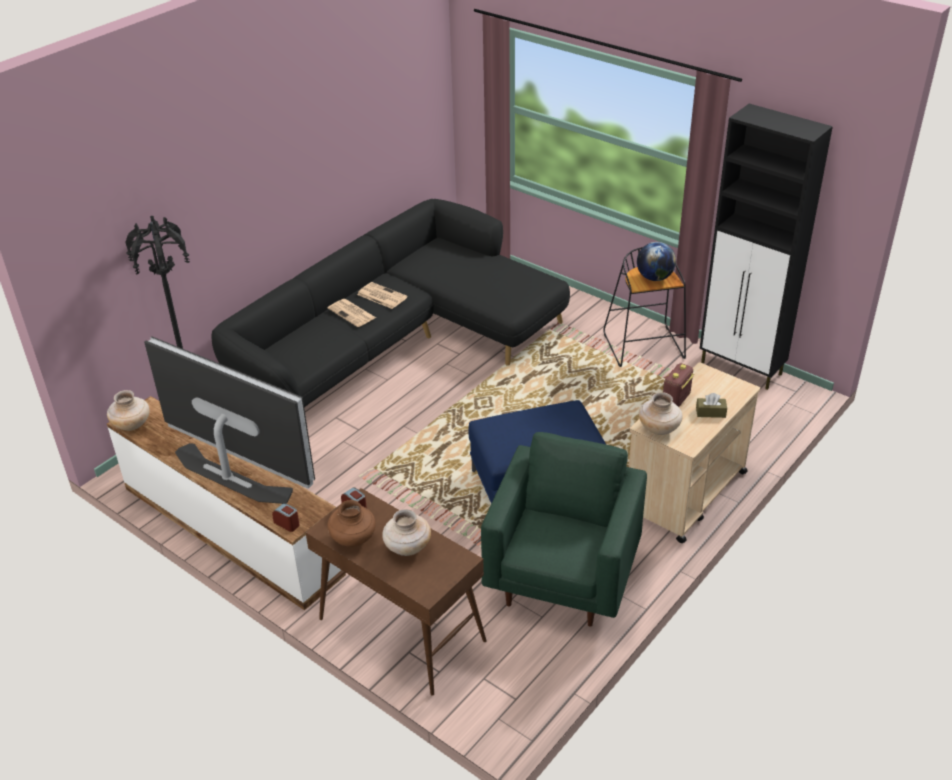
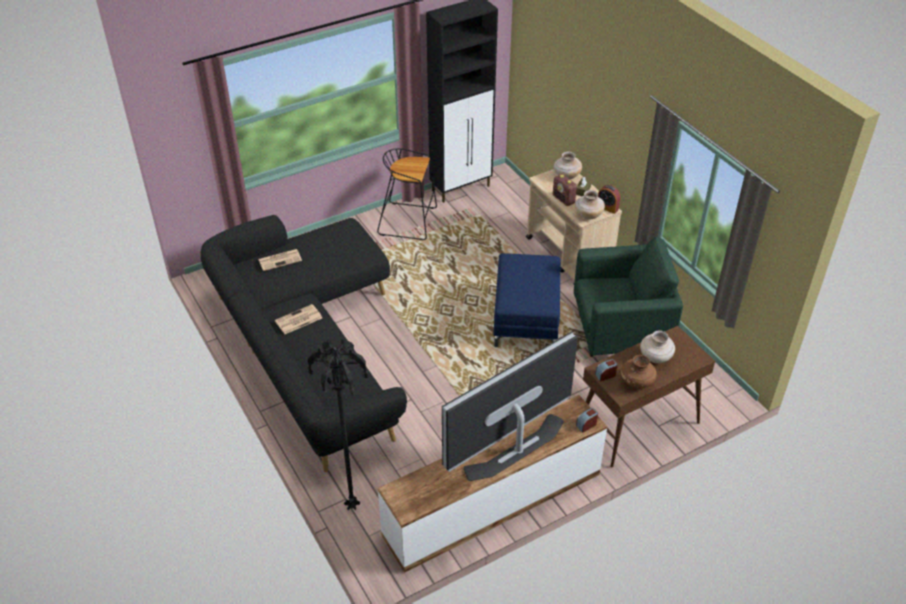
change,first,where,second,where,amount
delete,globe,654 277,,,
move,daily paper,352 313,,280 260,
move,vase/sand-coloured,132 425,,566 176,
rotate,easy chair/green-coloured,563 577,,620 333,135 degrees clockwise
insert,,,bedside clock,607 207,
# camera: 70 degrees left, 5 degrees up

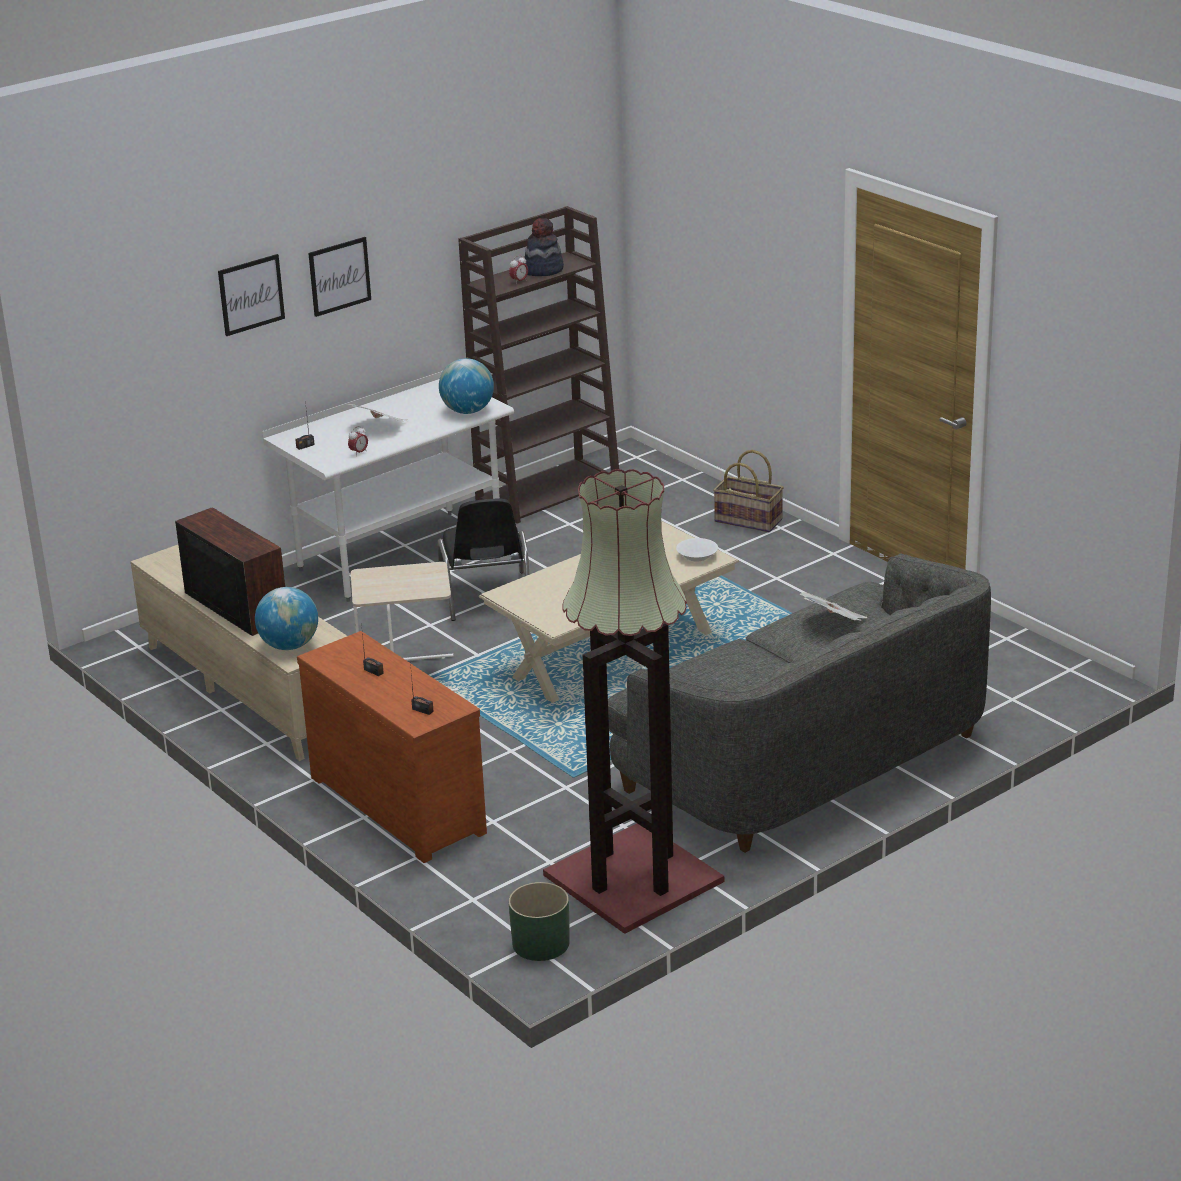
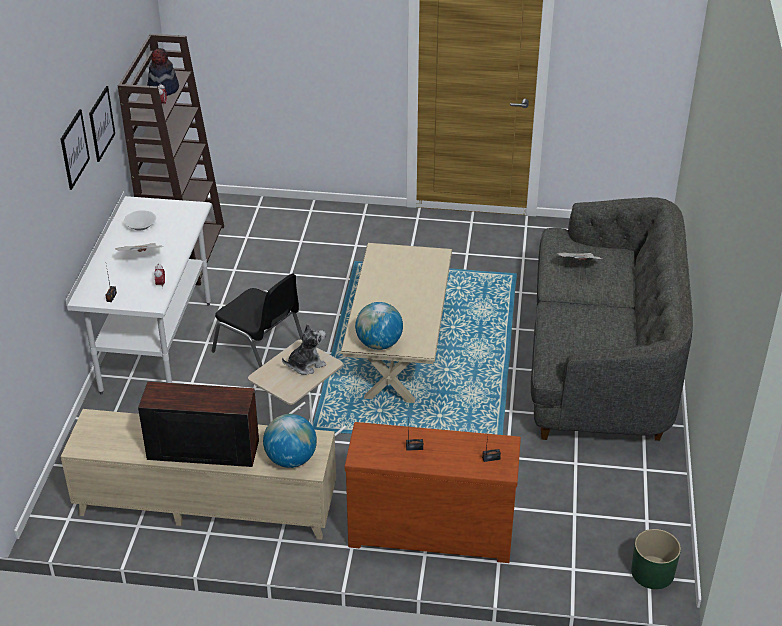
change,first,where,second,where,amount
move,picture,251 294,,101 123,
move,globe,467 411,,379 344,
delete,basket,749 520,,,
delete,standard lamp,633 880,,,
move,serving bowl/white,697 556,,140 225,
insert,,,cuddly toy,306 365,
# camera: 45 degrees left, 10 degrees up

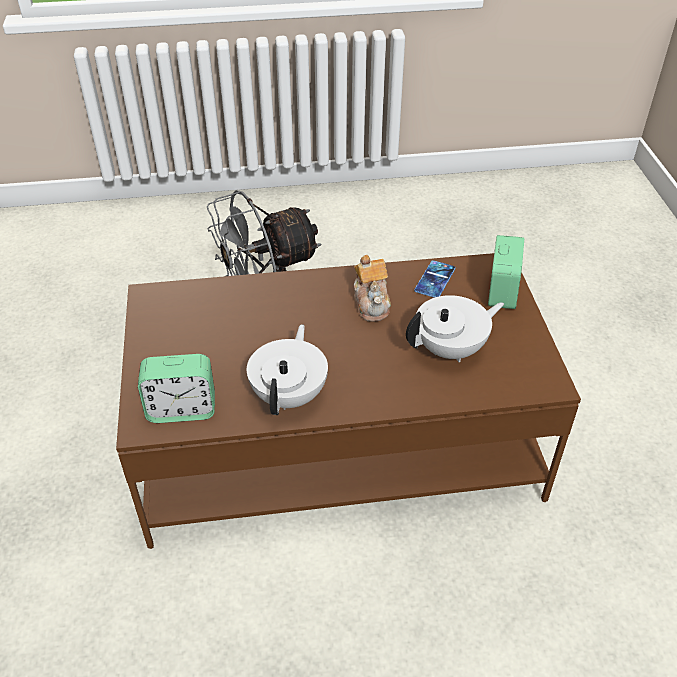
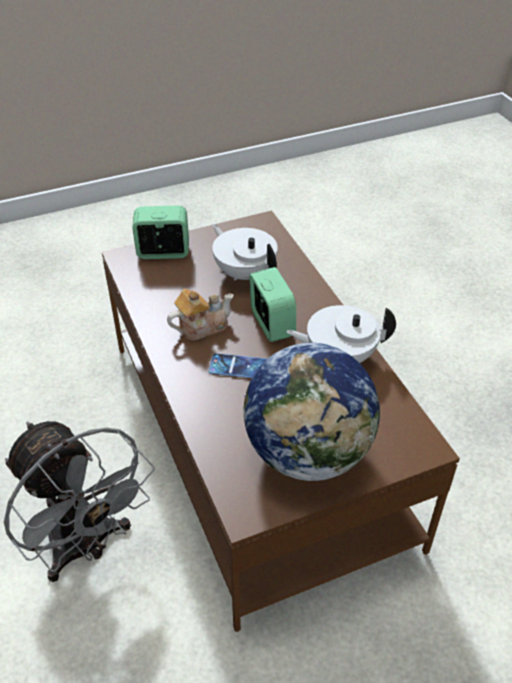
change,first,where,second,where,amount
move,phone,435 279,,238 367,
move,bedside clock,182 409,,272 324,
insert,,,globe,309 452,
# camera: 105 degrees left, 0 degrees up

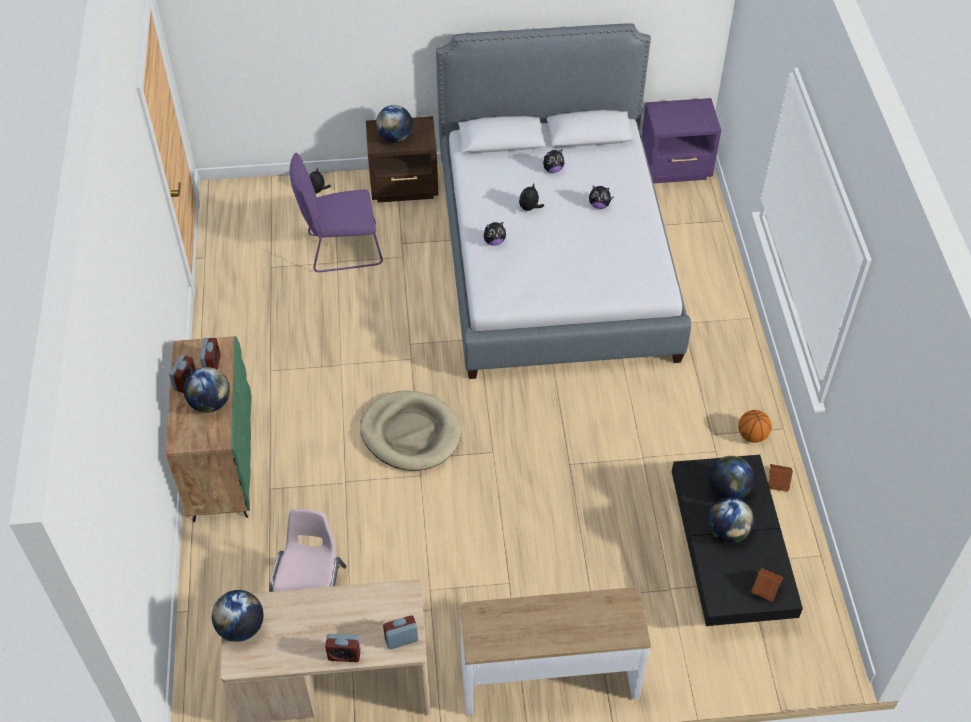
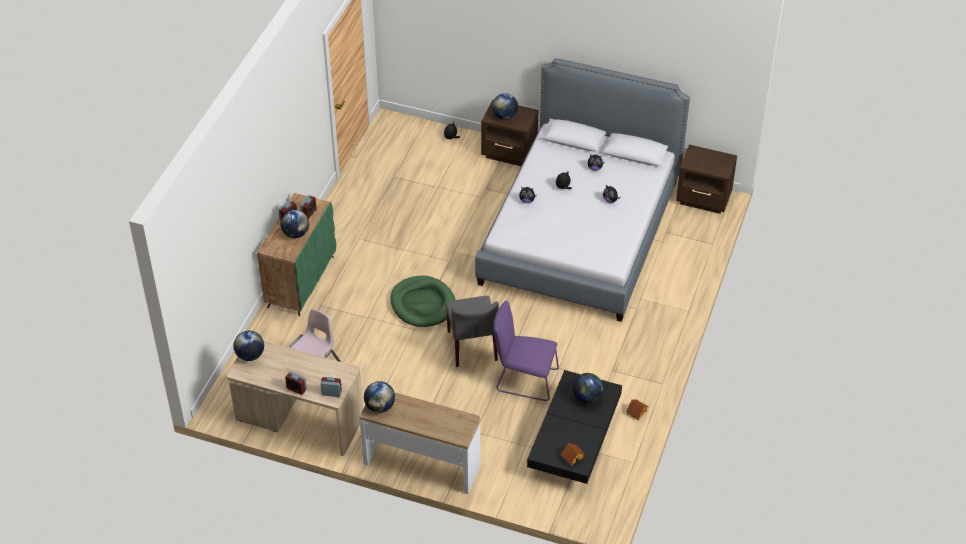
change,first,where,second,where,amount
recolor,nightstand/purple,676 168,nightstand/brown-coloured,704 199,
move,plain chair/purple,341 250,,524 380,
recolor,pet bed/sand-coloured,411 433,pet bed/green-coloured,423 304,
delete,ball for basketball,752 435,,,
move,globe,727 531,,380 406,
insert,,,plain chair/greyish,472 346,
# camera: 25 degrees right, 5 degrees down

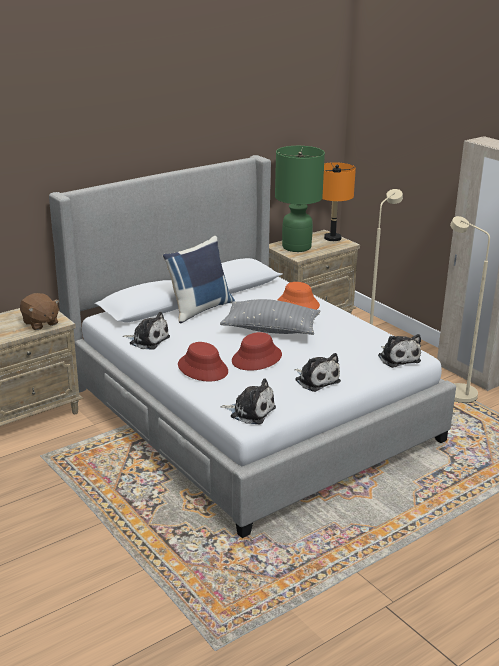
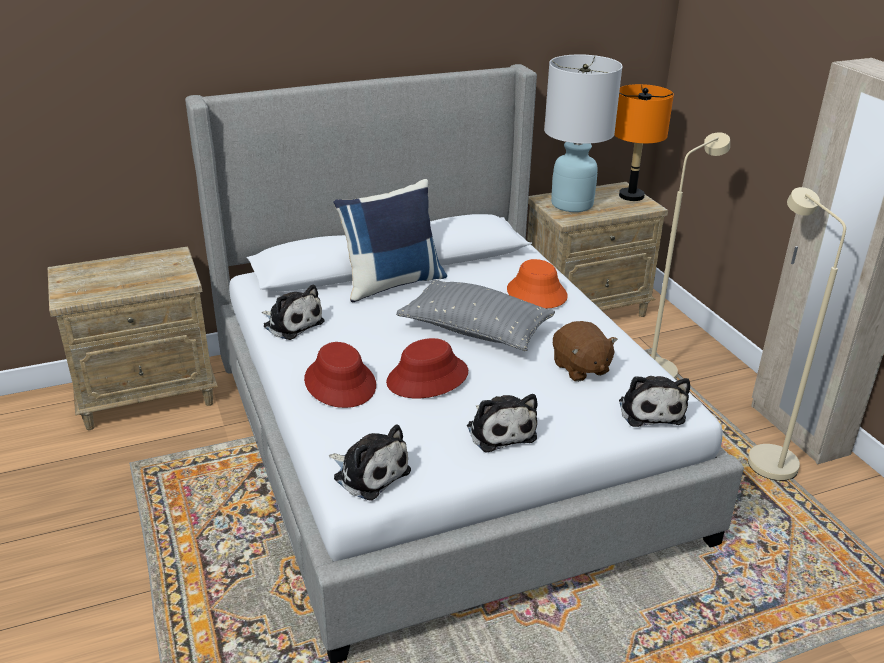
change,first,where,second,where,amount
recolor,table lamp/green-coloured,296 247,table lamp/white,572 204,
move,cuddly toy/brown-coloured,40 323,,580 368,
# camera: 15 degrees right, 5 degrees up

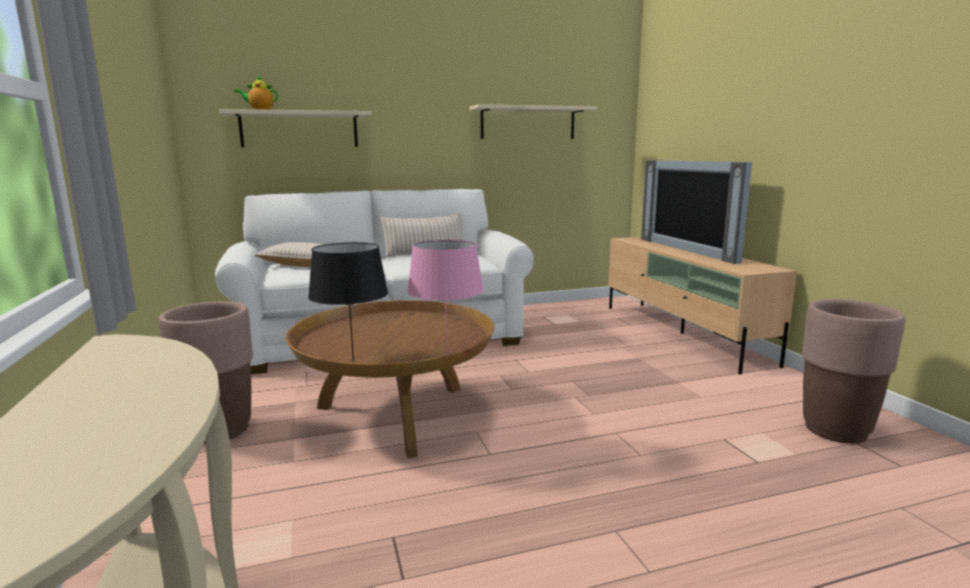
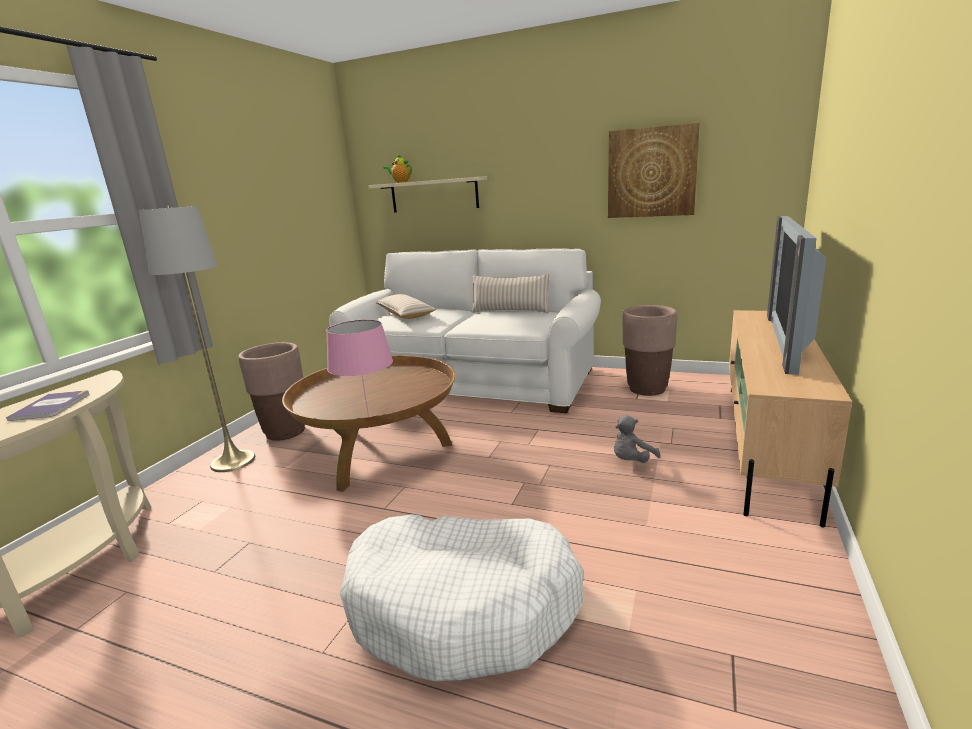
change,first,where,second,where,amount
replace,bracket shelf/sand-coloured,528 123,picture,651 172,
delete,table lamp/blackish,353 361,,,
move,flower pot/brown-coloured,835 430,,647 389,
insert,,,standard lamp/greyish,233 461,
insert,,,bound book,51 406,
insert,,,cuddly toy/greyish,632 461,
insert,,,pet bed/white,464 607,
# camera: 40 degrees right, 5 degrees up

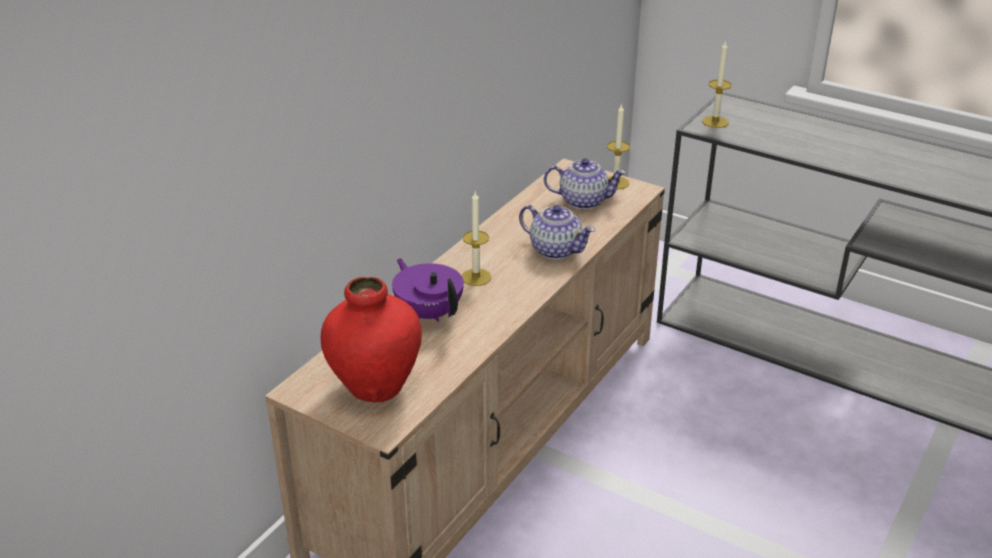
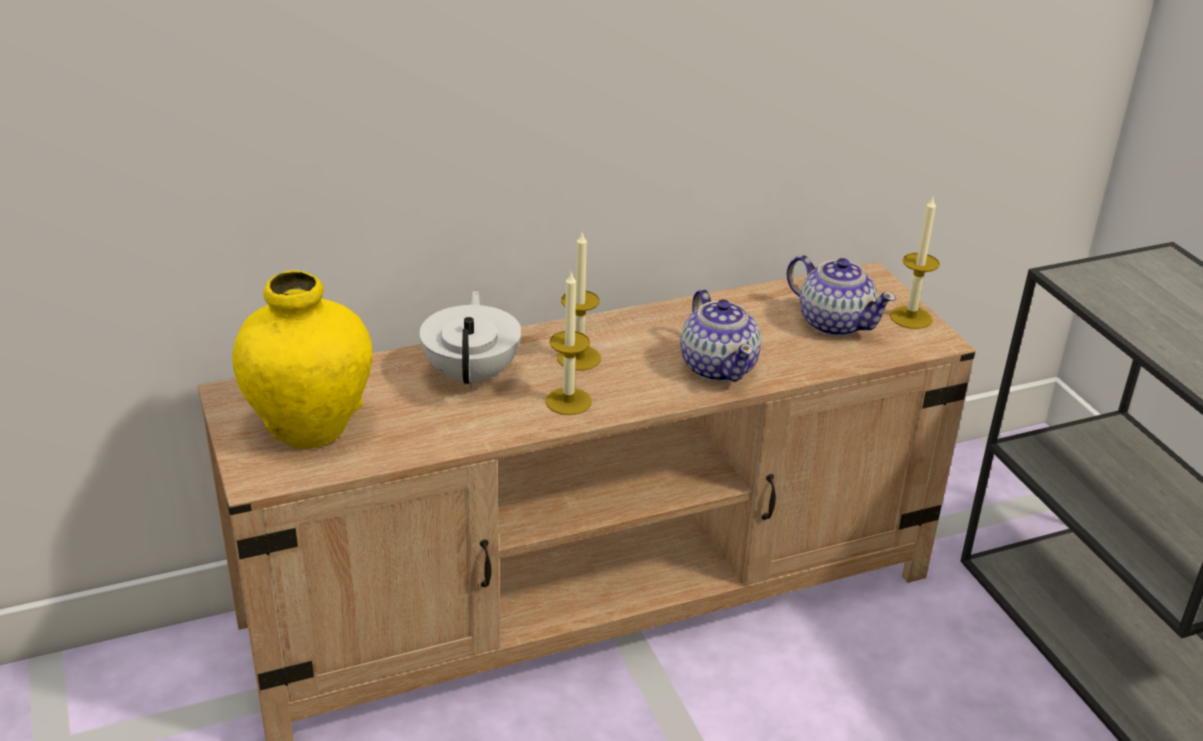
change,first,where,second,where,amount
move,wax light,715 122,,568 401,
recolor,tea pot/purple,429 312,tea pot/white,473 374,
recolor,vase/red,375 386,vase/yellow,311 427,
# camera: 35 degrees right, 0 degrees up

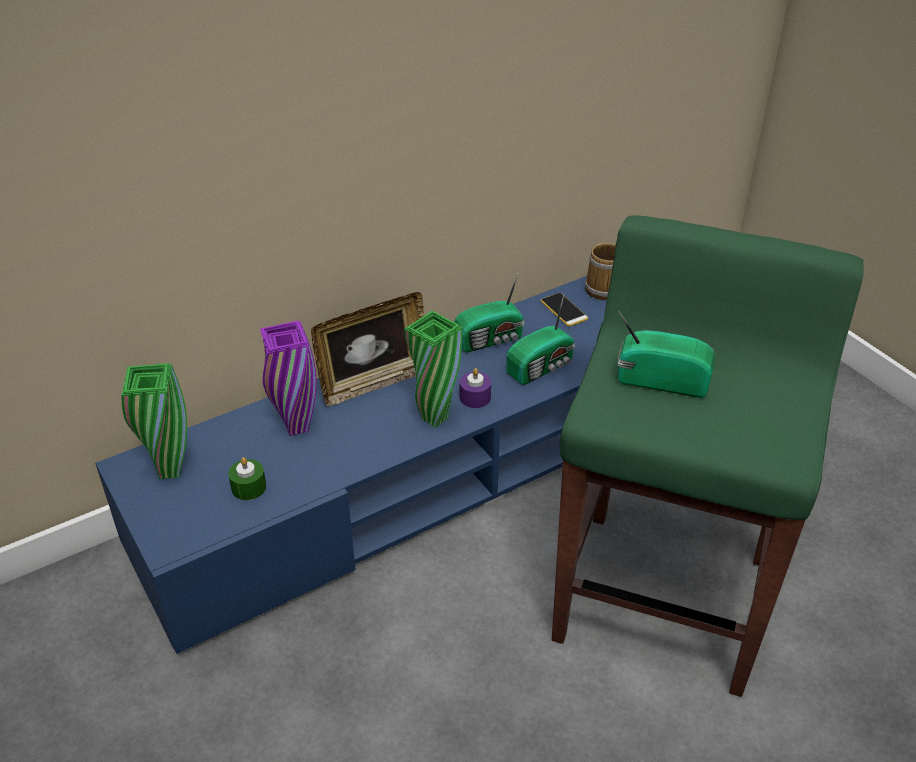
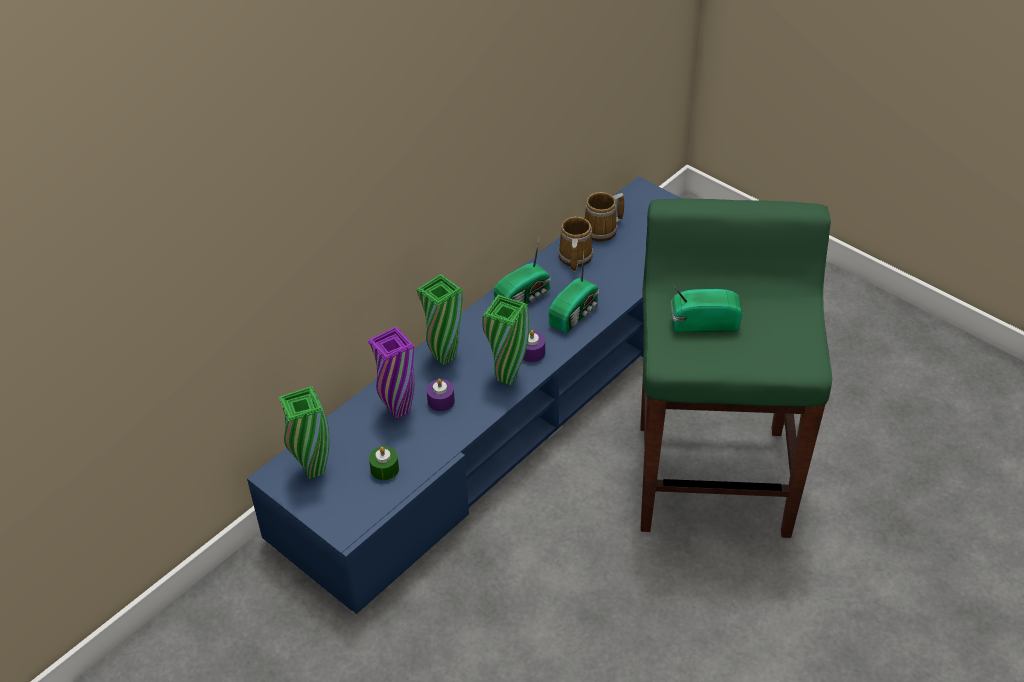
change,first,where,second,where,amount
replace,photo frame,374 382,vase/green-coloured,444 357,
replace,phone,564 310,coffee mug,574 257,
insert,,,wax light/purple,441 401,
# camera: 15 degrees left, 5 degrees up

